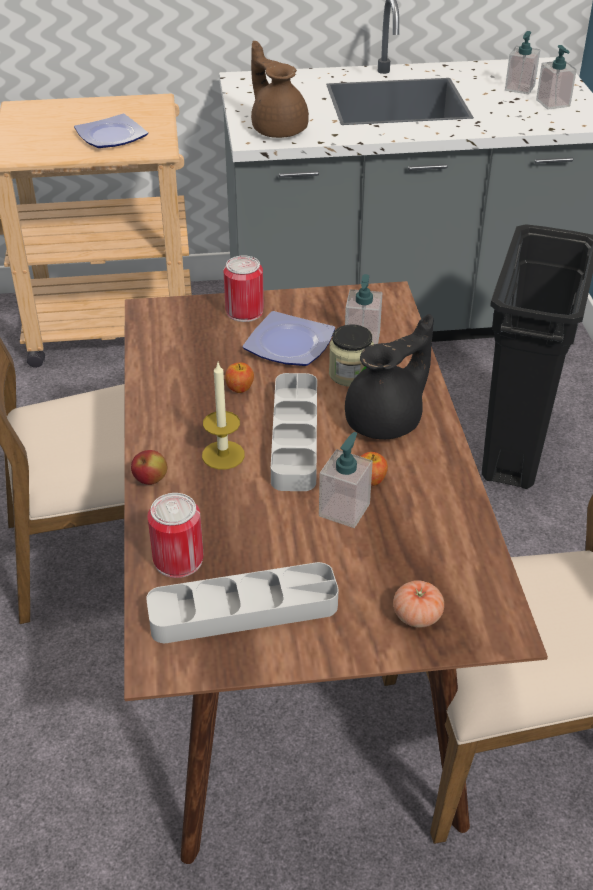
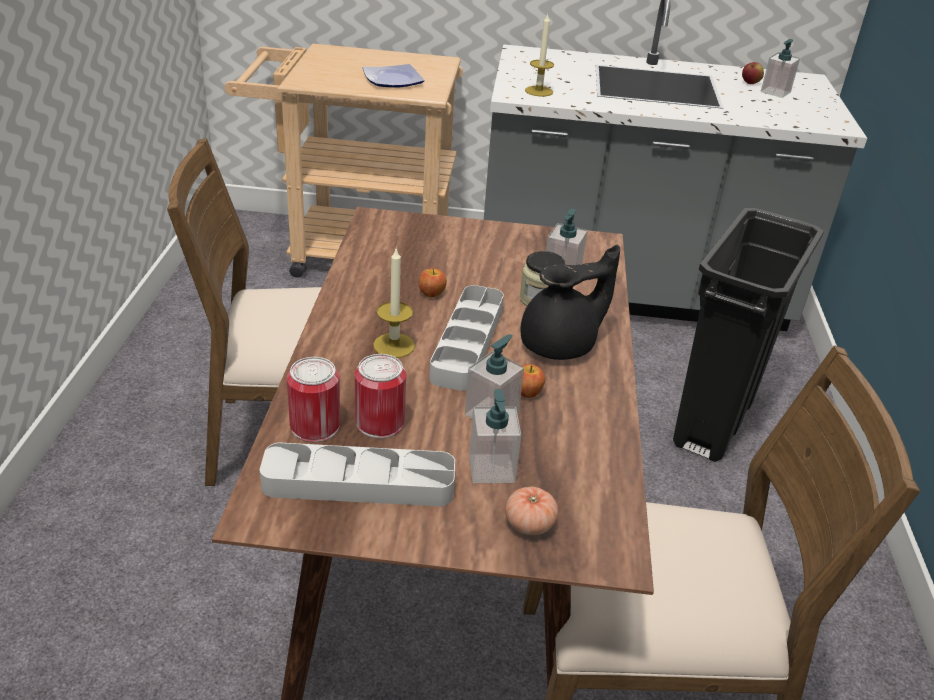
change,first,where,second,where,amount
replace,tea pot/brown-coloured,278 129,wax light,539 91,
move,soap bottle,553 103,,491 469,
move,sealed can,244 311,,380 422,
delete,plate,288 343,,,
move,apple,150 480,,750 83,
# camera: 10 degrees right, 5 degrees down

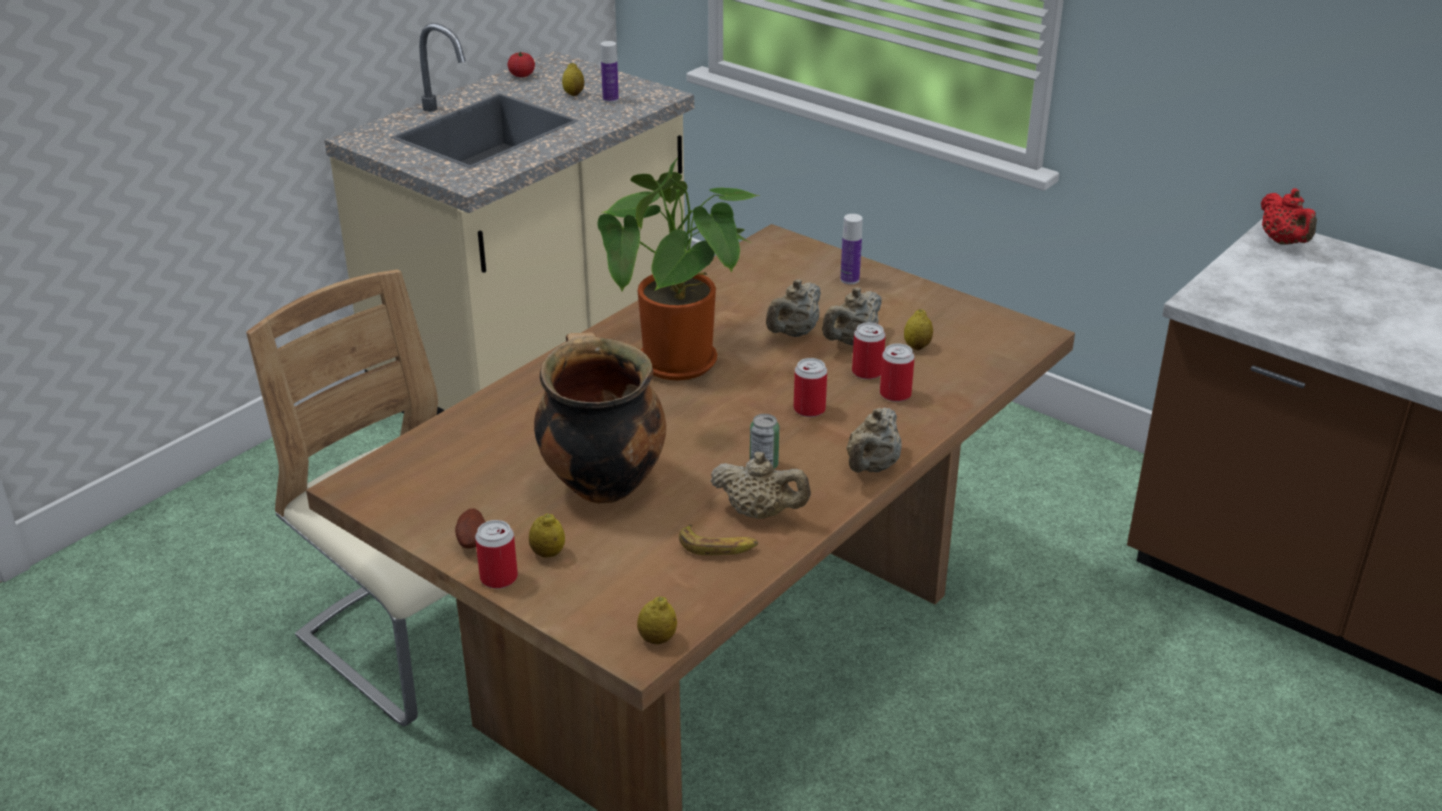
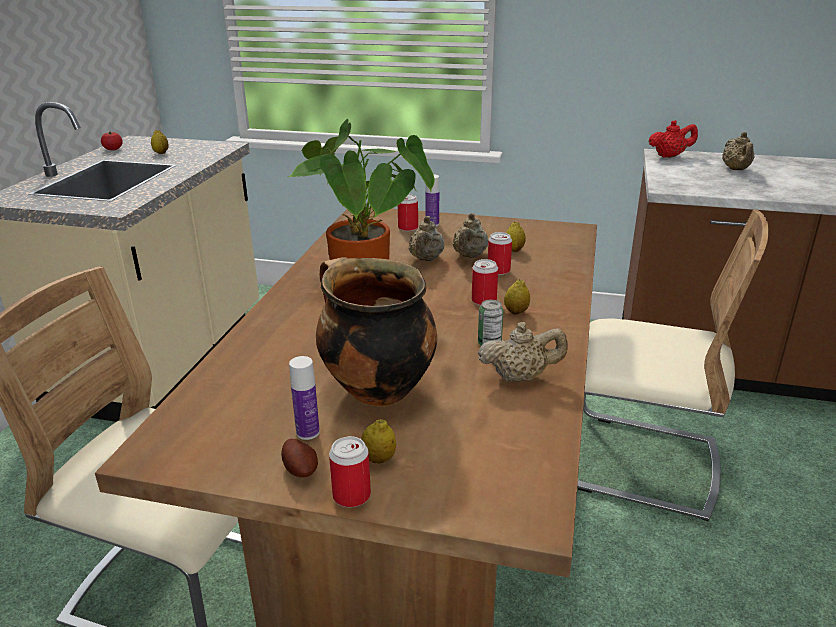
change,first,where,second,where,amount
move,beverage bottle,610 99,,308 432,
rotate,tea pot/red,1283 242,,669 156,60 degrees counterclockwise
move,sealed can,895 394,,408 228,
move,tea pot/sand-coloured,872 467,,736 169,
delete,whole banana,718 546,,,
move,whole lemon,657 639,,516 312,
insert,,,plain chair/sand-coloured,638 463,
# camera: 25 degrees left, 5 degrees down

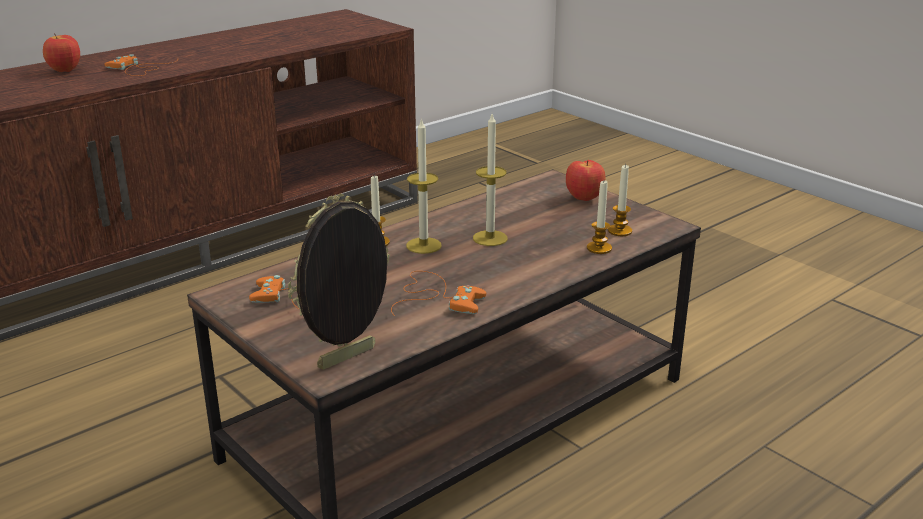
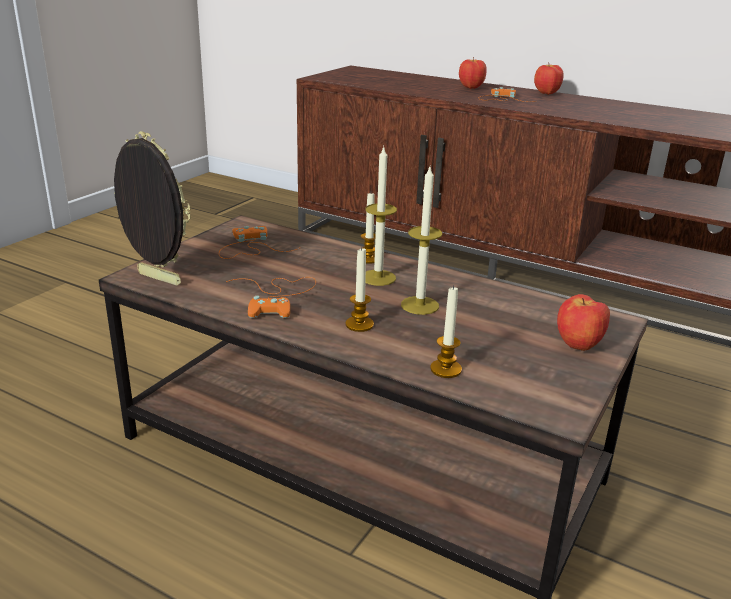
change,first,where,second,where,amount
move,wax light,620 231,,359 325,
insert,,,apple,546 93,
# camera: 70 degrees right, 0 degrees up

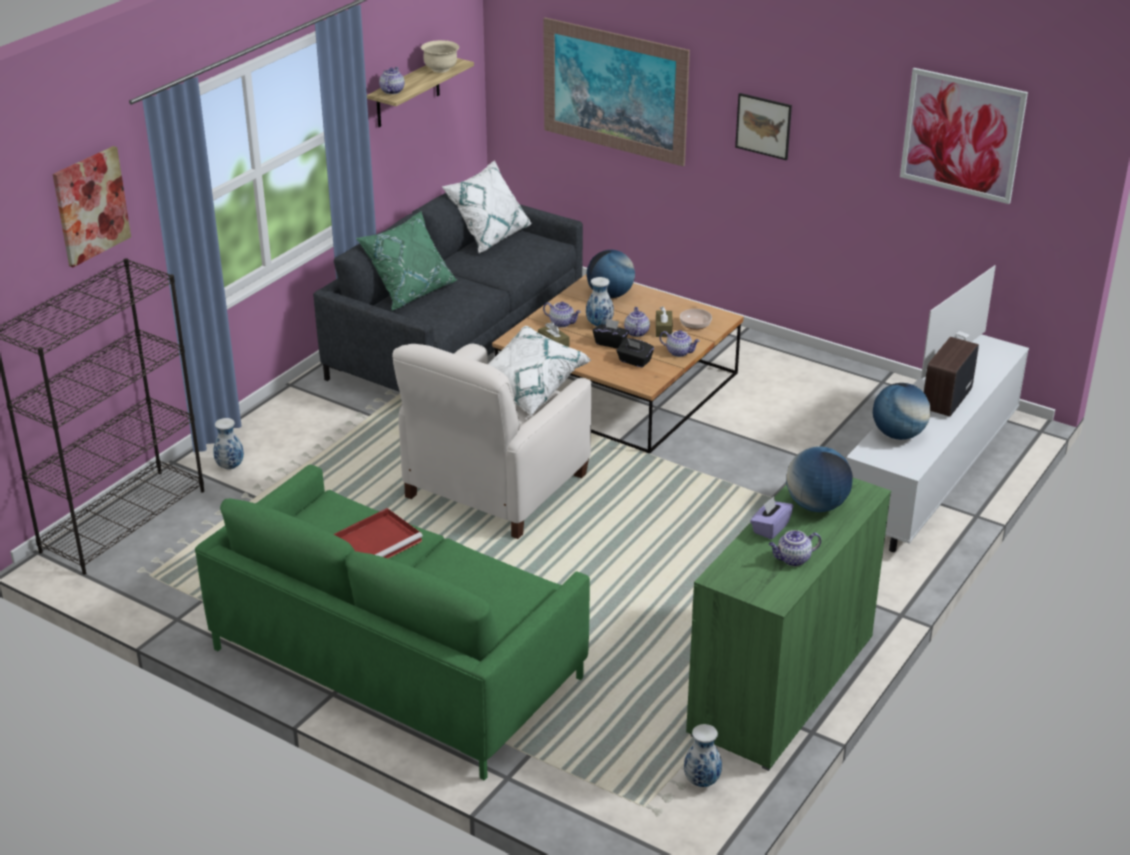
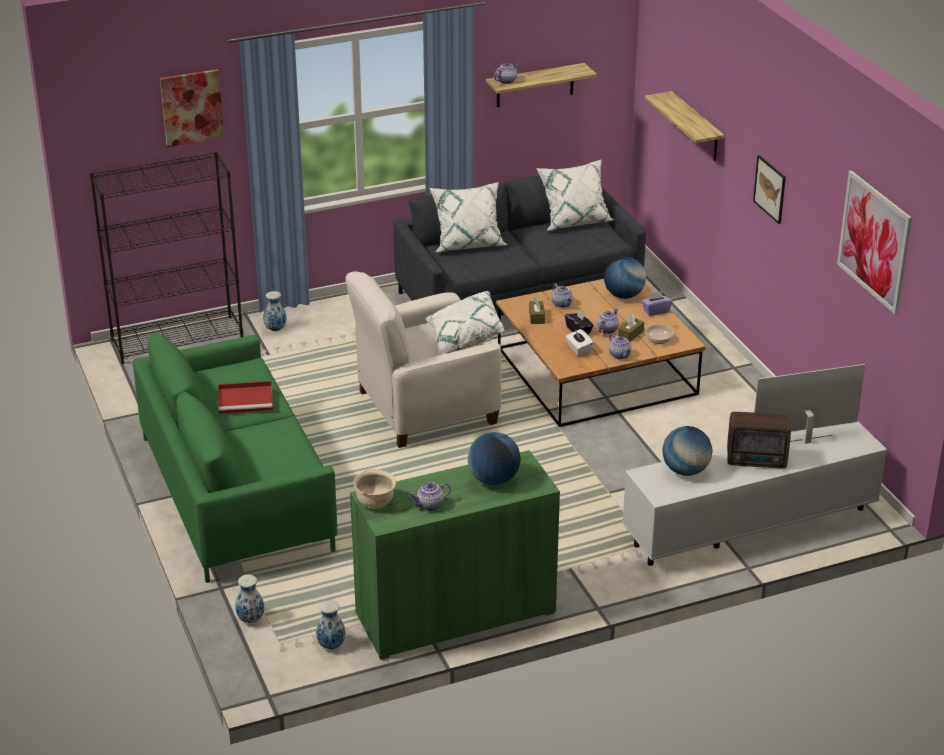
change,first,where,second,where,amount
replace,picture,614 91,bracket shelf,696 127,
move,serving bowl/sand-coloured,441 69,,375 503,
recolor,pillow/green-coloured,410 291,pillow/white,468 243,
move,vase,600 324,,251 619,
rotate,radio,945 400,,757 461,150 degrees counterclockwise
recolor,tissue holder/blackish,634 361,tissue holder/white,578 350,
move,tissue holder/purple,770 528,,656 311,
rotate,tea pot,793 559,,430 505,45 degrees counterclockwise
# camera: 35 degrees right, 0 degrees up

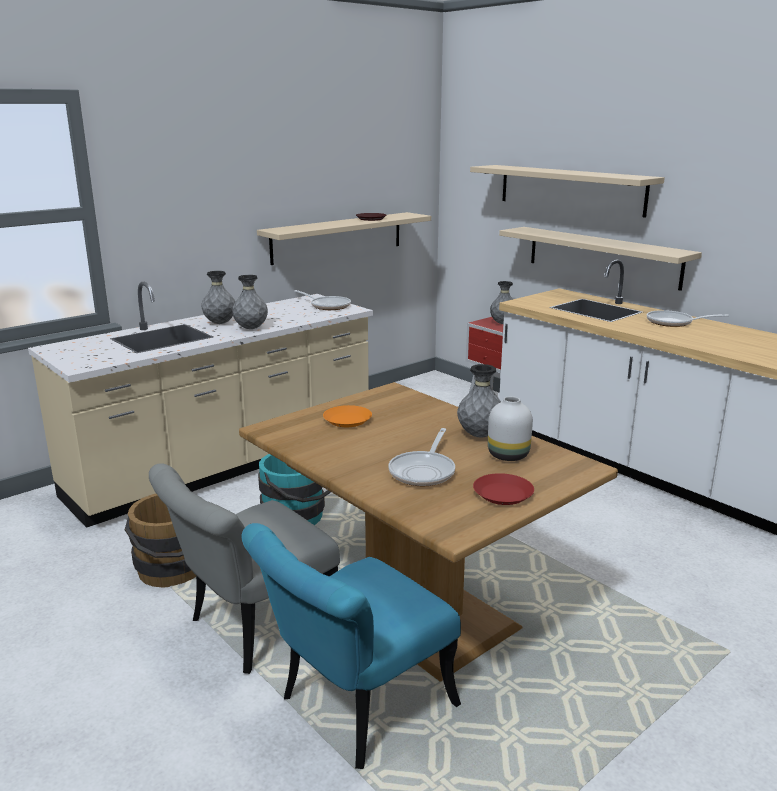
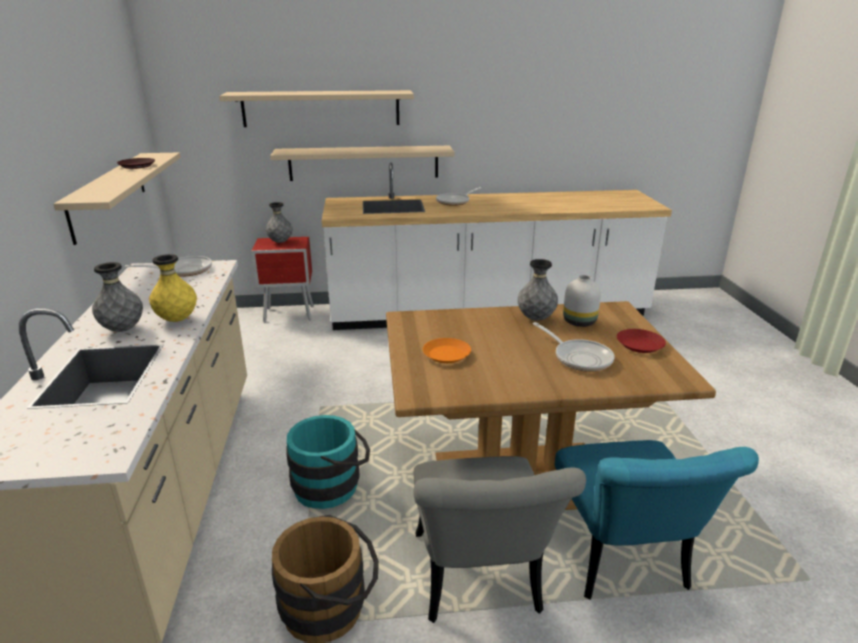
change,first,where,second,where,amount
recolor,vase/greyish,251 328,vase/yellow,177 320,
# camera: 55 degrees left, 5 degrees up

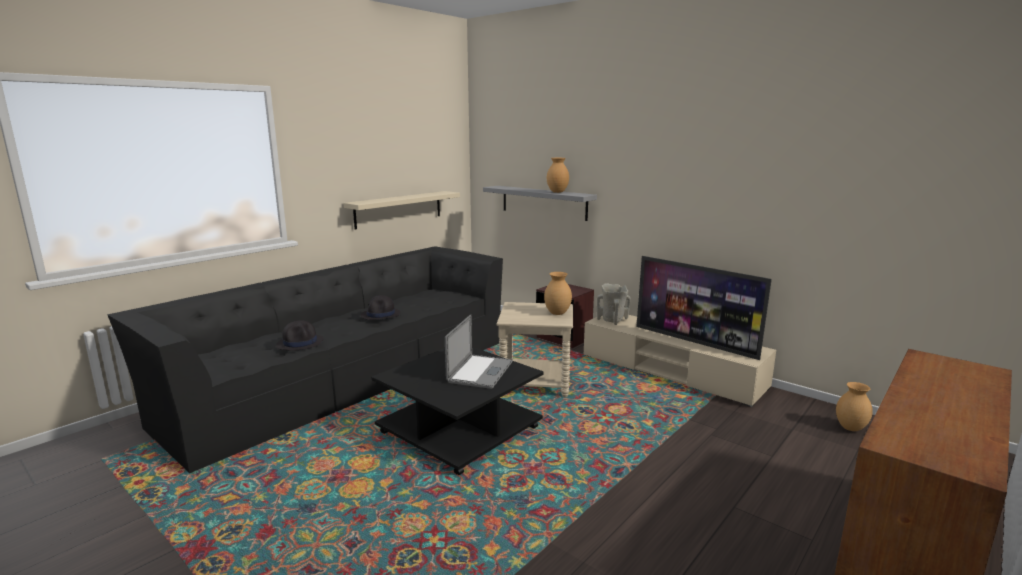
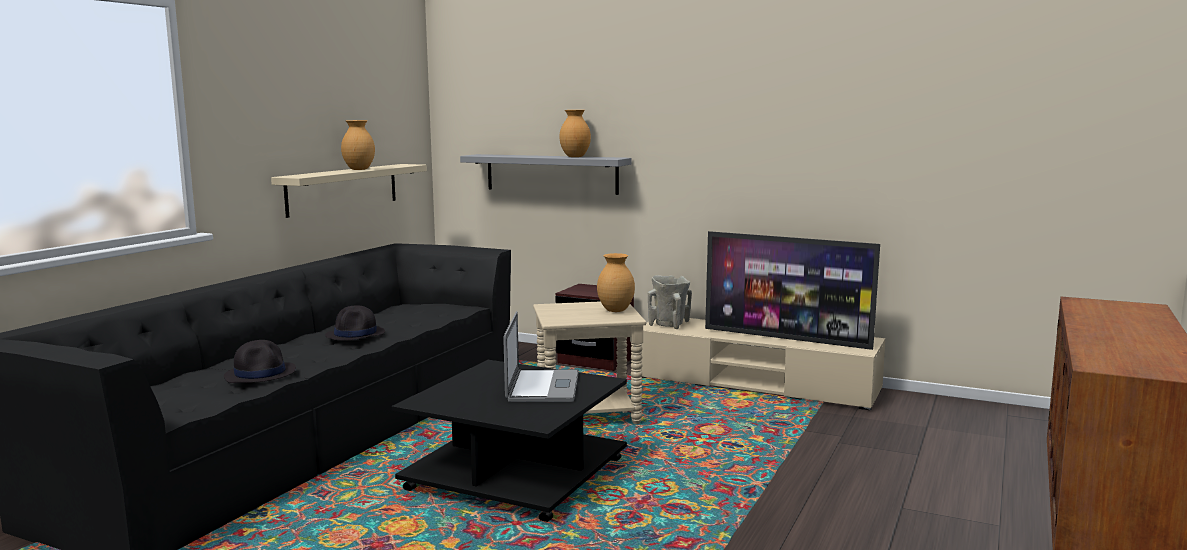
change,first,where,second,where,amount
move,vase/brown-coloured,851 428,,359 169,
# camera: 15 degrees left, 5 degrees down

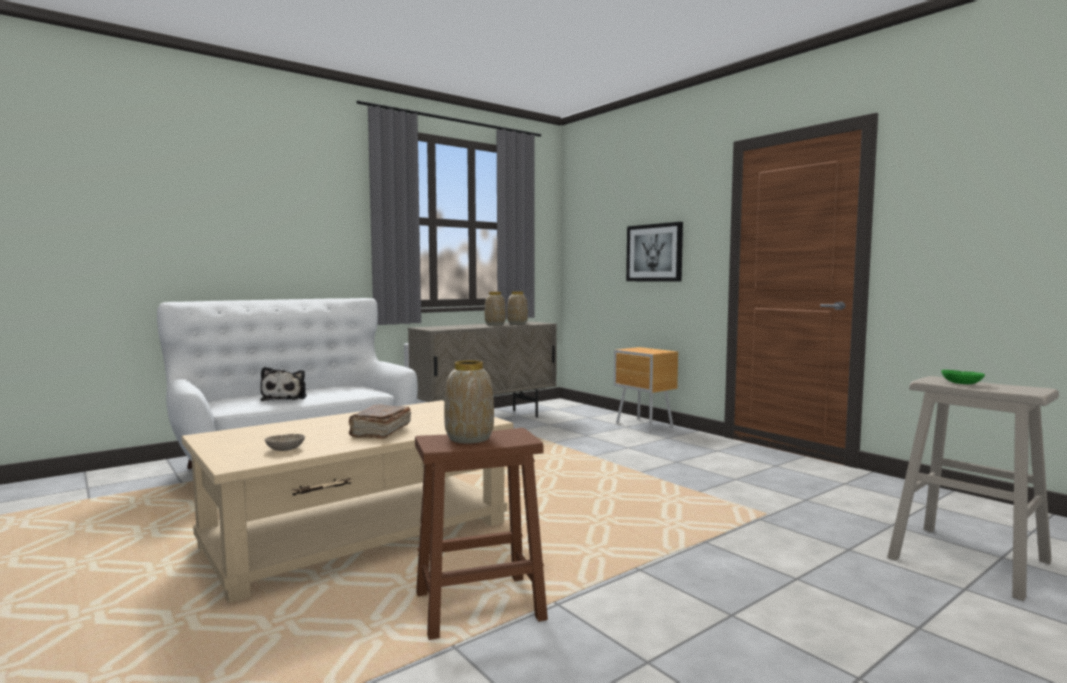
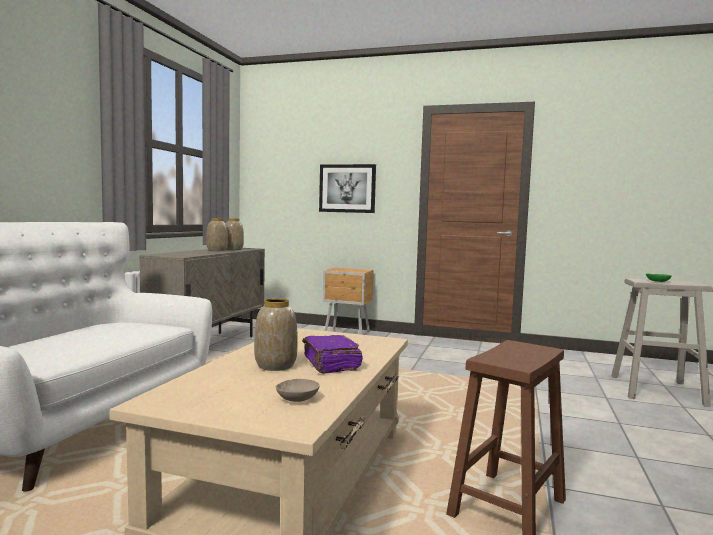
change,first,where,second,where,amount
move,vase,469 438,,275 366,
delete,cuddly toy,286 398,,,
recolor,bound book/brown-coloured,380 432,bound book/purple,331 364,
# camera: 35 degrees left, 0 degrees up

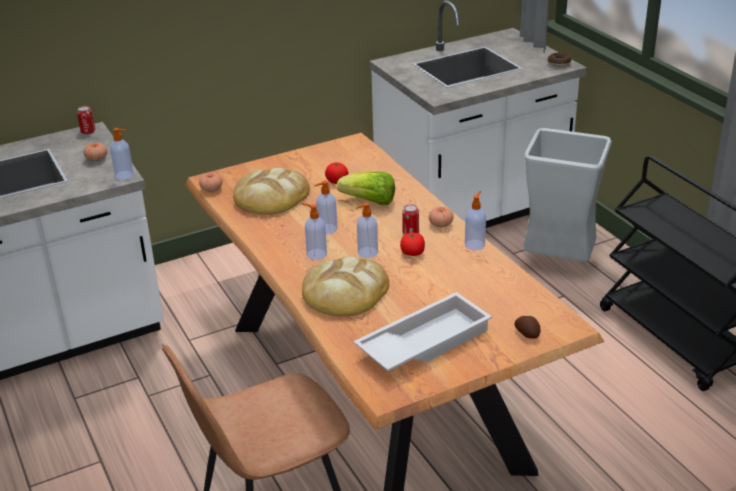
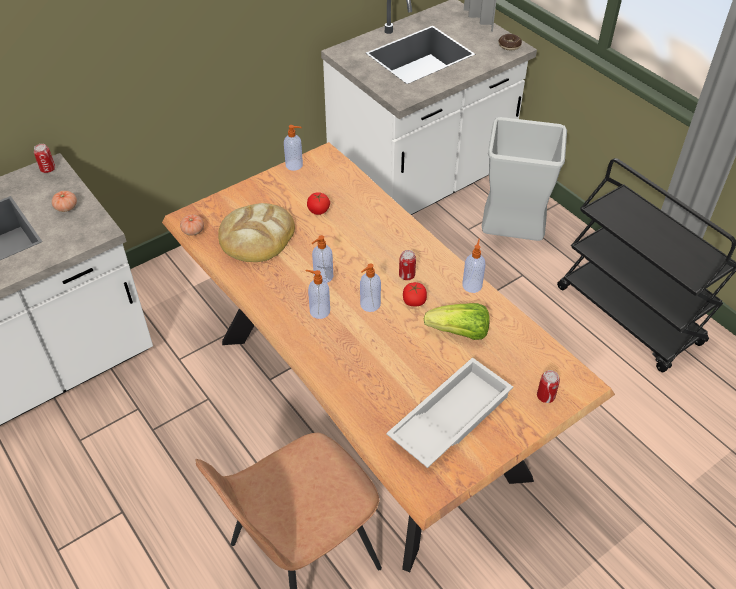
change,first,where,second,where,amount
move,soap bottle,125 175,,295 165,
move,head of lettuce,369 201,,459 333,
delete,tomato,441 224,,,
delete,bread,345 291,,,
replace,spud,527 333,sealed can,545 396,
# camera: 10 degrees left, 15 degrees up

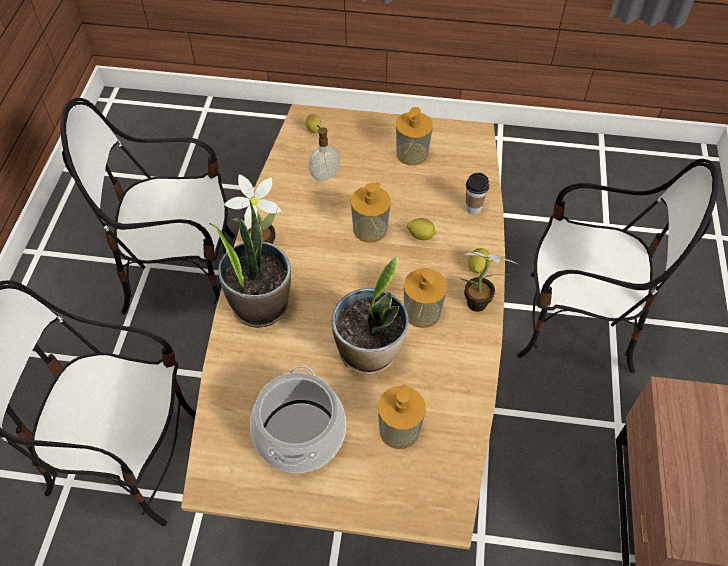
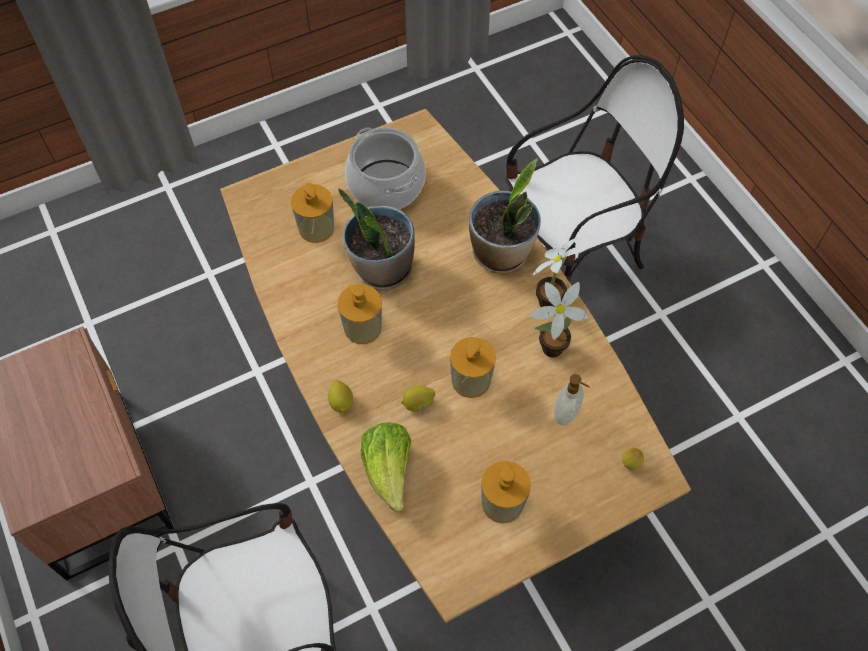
change,first,where,second,where,amount
delete,plain chair,183 276,,,
replace,small cup,473 208,head of lettuce,388 471,
move,plant in a pot,480 305,,548 348,
# camera: 145 degrees right, 5 degrees up

